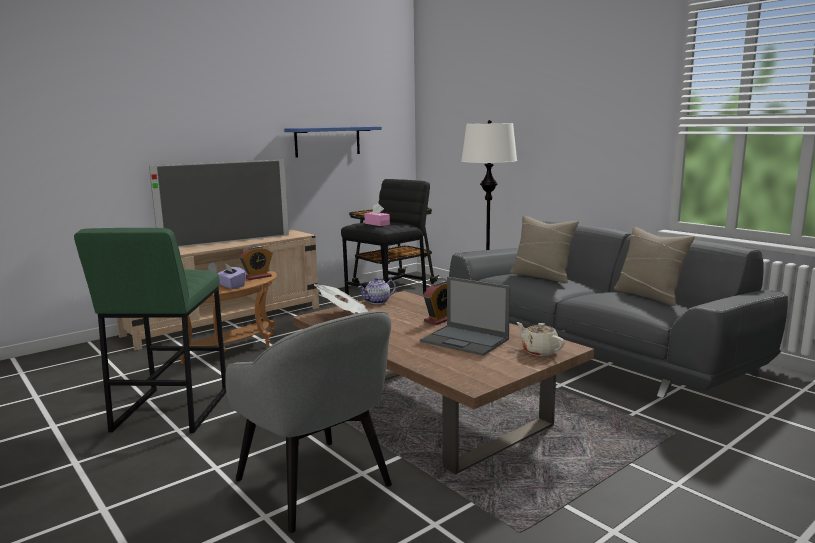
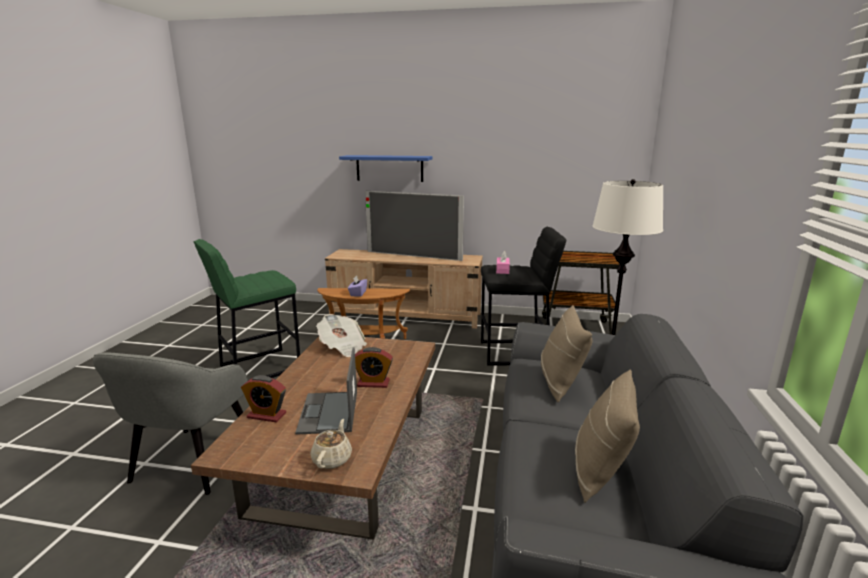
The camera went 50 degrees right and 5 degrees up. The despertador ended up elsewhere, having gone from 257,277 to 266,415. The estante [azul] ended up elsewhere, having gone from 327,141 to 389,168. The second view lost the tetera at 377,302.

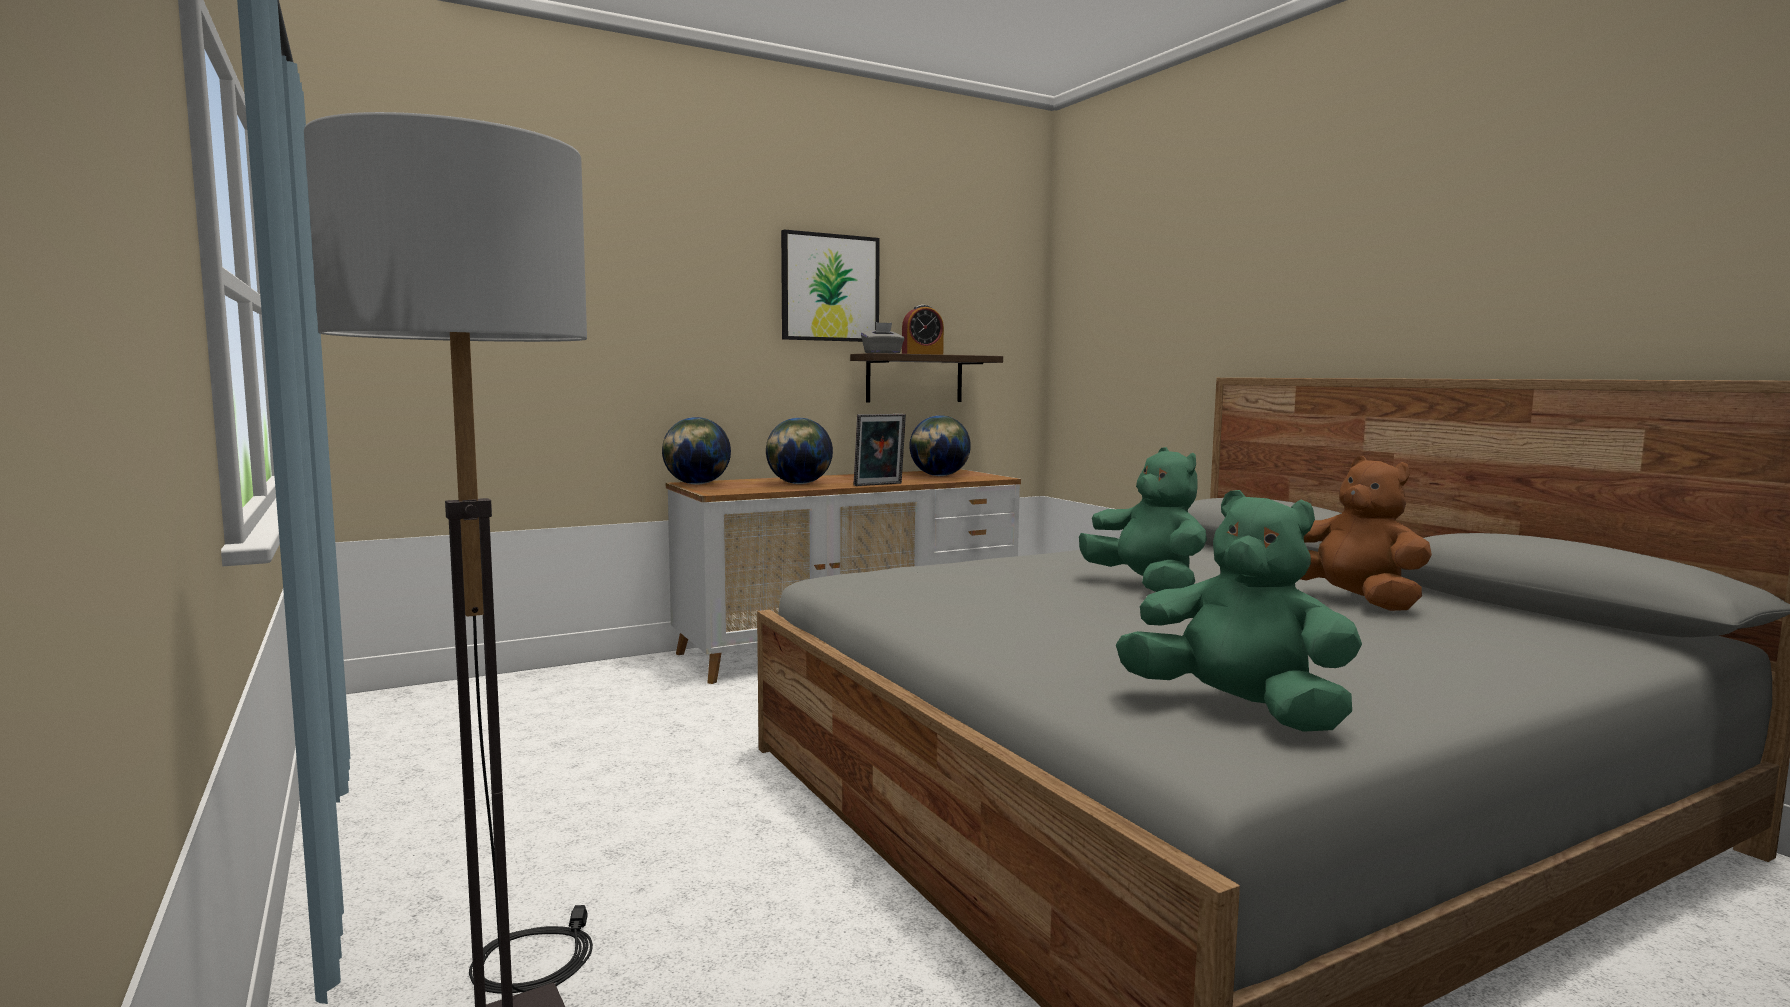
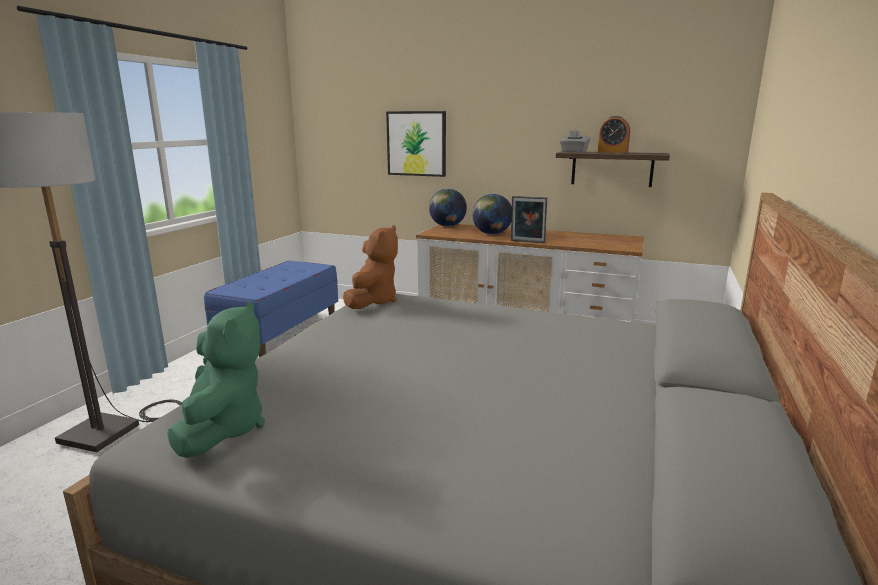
The camera went 50 degrees right and 10 degrees up. The cuadro ended up elsewhere, having gone from 830,288 to 416,143. The second view lost the globo terráqueo at 939,476. The second view lost the peluche [verde] at 1146,586. The peluche [marrón] ended up elsewhere, having gone from 1352,601 to 372,301. The second view gained the banco [azul] at 280,334.

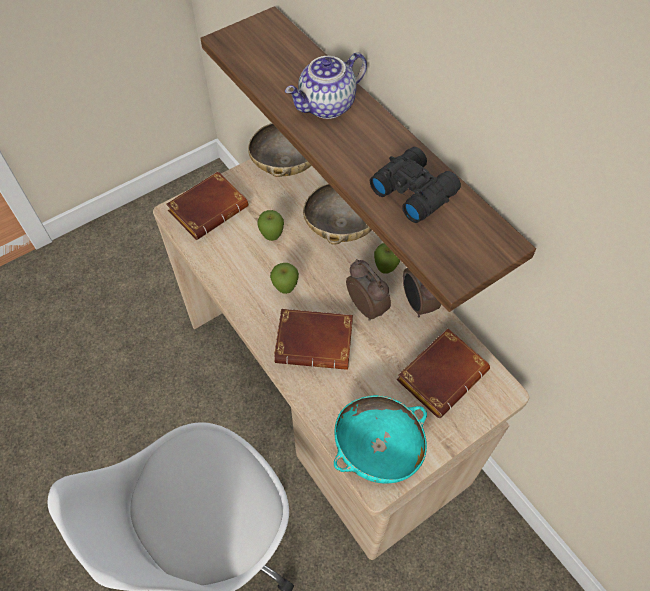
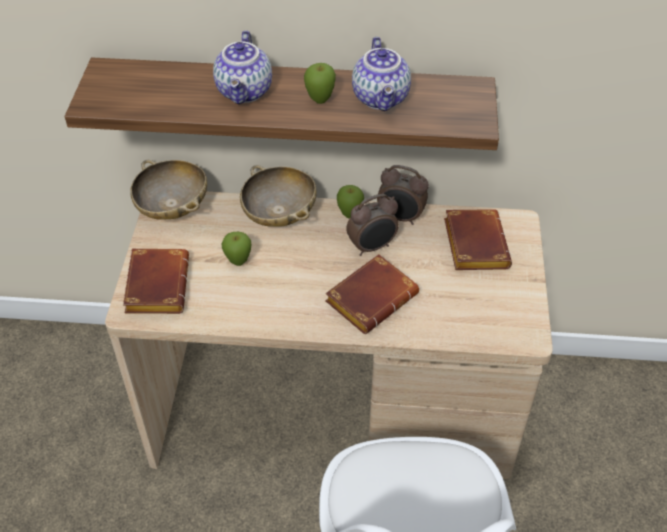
The camera went 50 degrees left and 10 degrees down. The manzana ended up elsewhere, having gone from 285,289 to 320,100. The second view lost the cuenco [turquesa] at 378,449. The despertador at 367,307 ended up facing another way, 150 degrees clockwise from before. Where the prismáticos [negro] stood at 413,190, the tetera came to stand at 382,98.

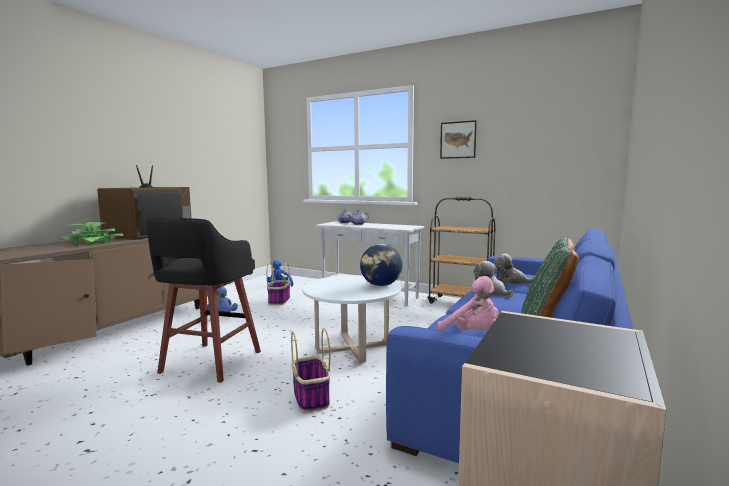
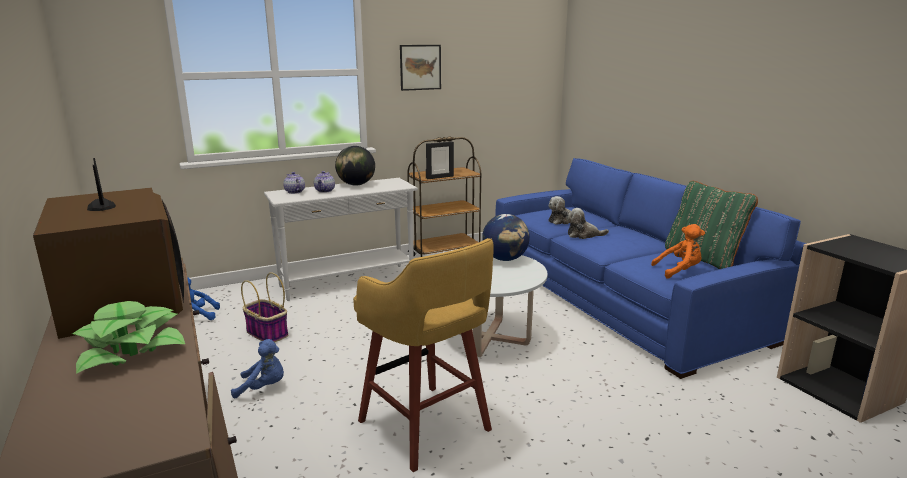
The camera went 55 degrees left and 10 degrees up. What was the taburete [negro] at 209,363 turned into the taburete [amarillo] at 426,428. The second view lost the cesta at 311,397. What was the peluche [rosa] at 473,334 turned into the peluche [naranja] at 679,271. The second view gained the globo terráqueo at 356,184. The second view gained the portarretratos at 439,177.

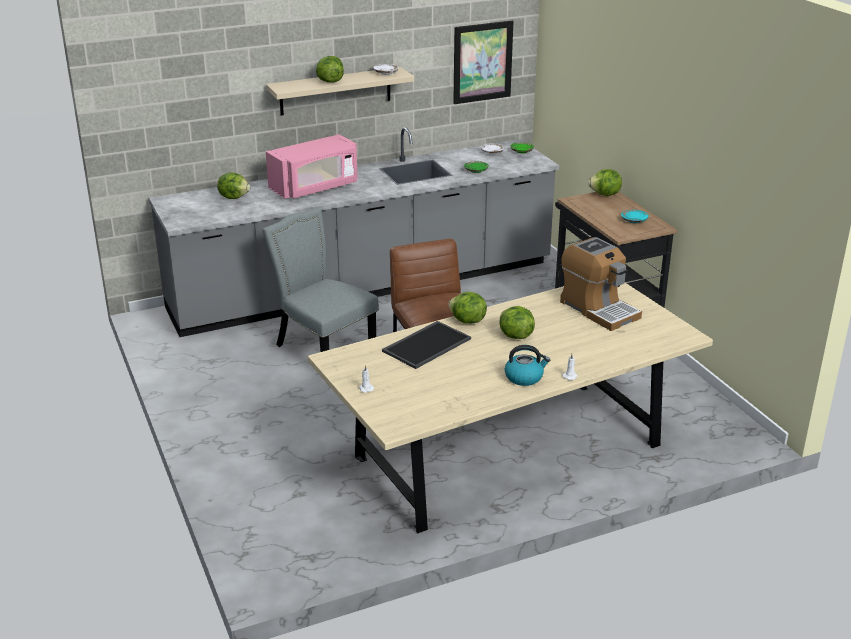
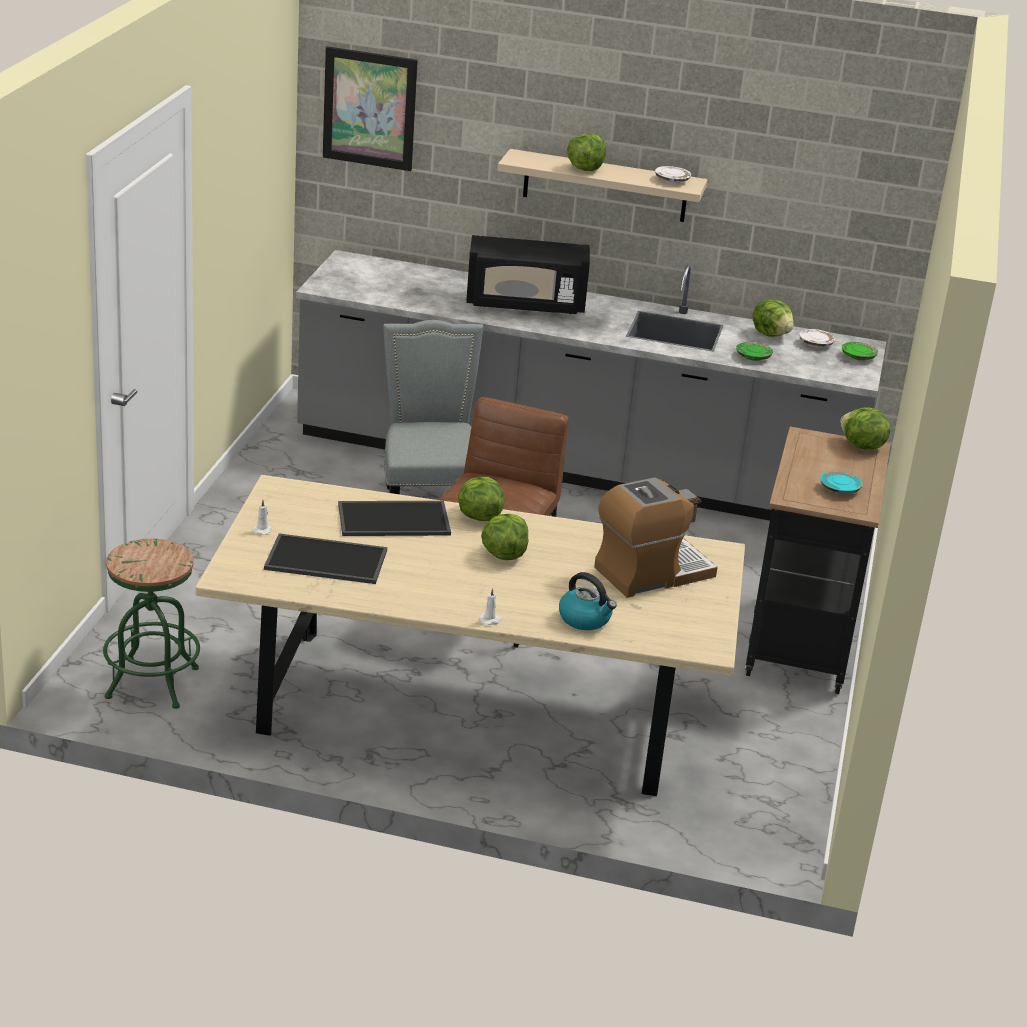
The camera went 35 degrees right and 0 degrees up. The lechuga ended up elsewhere, having gone from 234,197 to 771,334. What was the microondas [rosa] at 315,188 turned into the microondas [negro] at 525,305. The cuadro ended up elsewhere, having gone from 482,62 to 369,108. The hervidor ended up elsewhere, having gone from 524,377 to 585,619. The cafetera at 598,309 ended up facing another way, 120 degrees counterclockwise from before. The second view gained the taburete [verde] at 152,683. The second view gained the bandeja at 324,560.

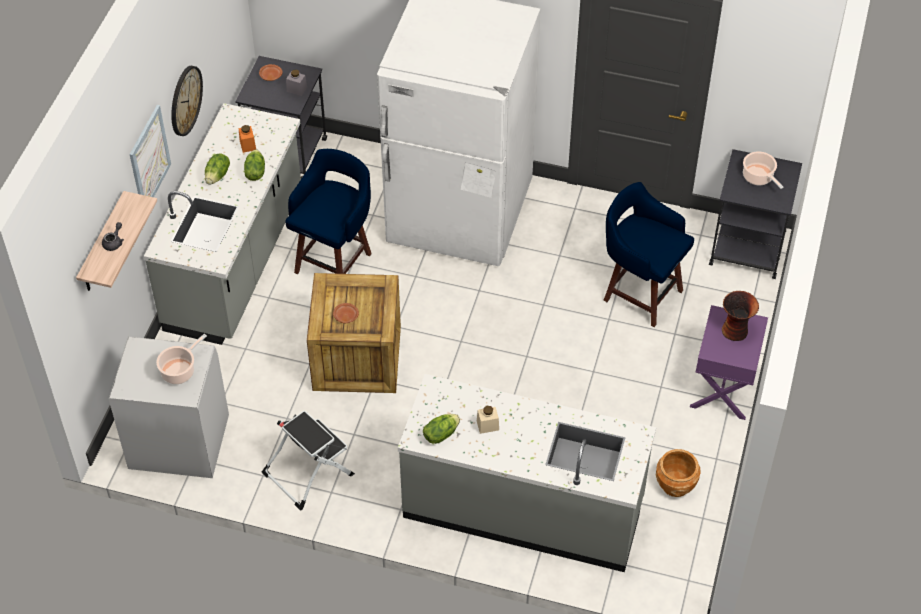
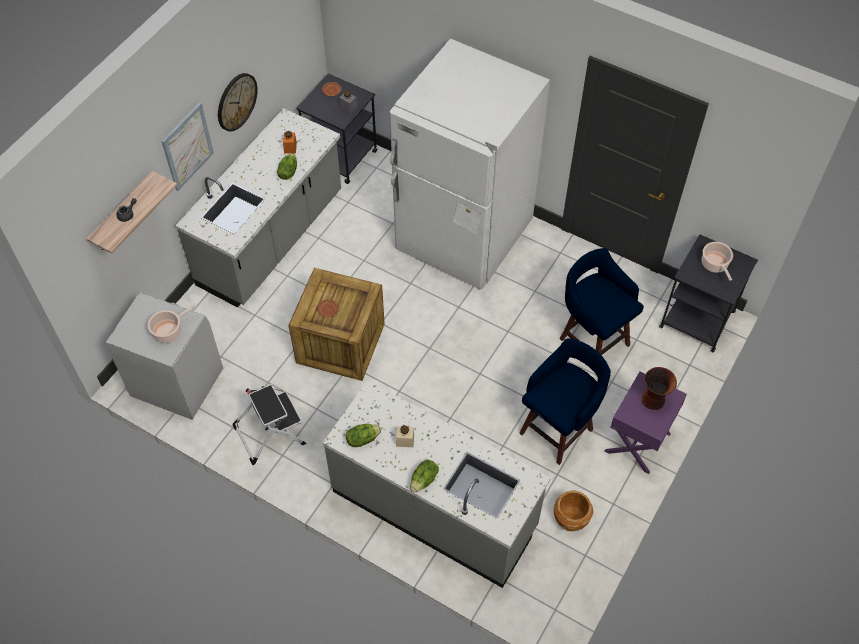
The camera went 15 degrees right and 5 degrees up. The lechuga ended up elsewhere, having gone from 218,176 to 424,480. The taburete [azul] ended up elsewhere, having gone from 335,261 to 558,429.

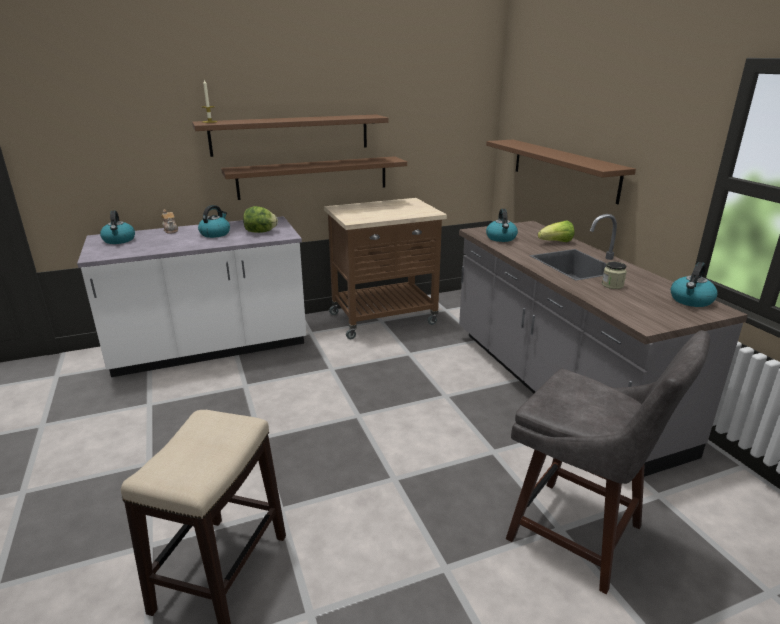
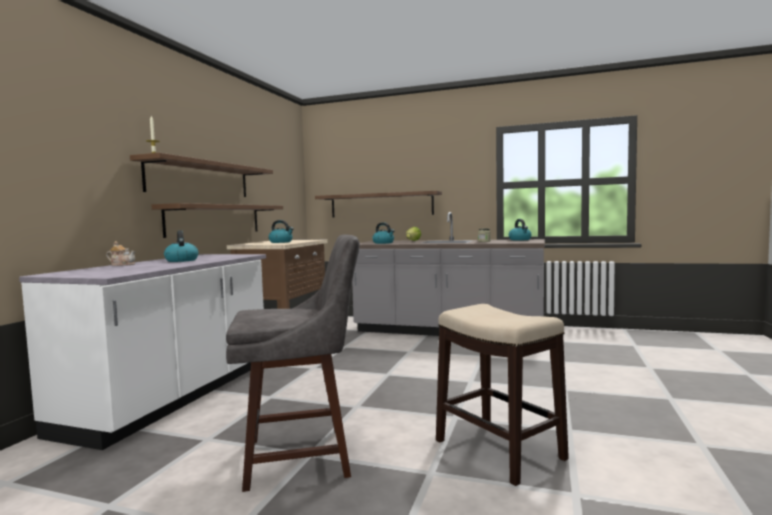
The camera went 50 degrees left and 20 degrees down. The hervidor ended up elsewhere, having gone from 119,240 to 281,242. The second view lost the lechuga at 260,232. The taburete [gris] ended up elsewhere, having gone from 580,535 to 303,456.

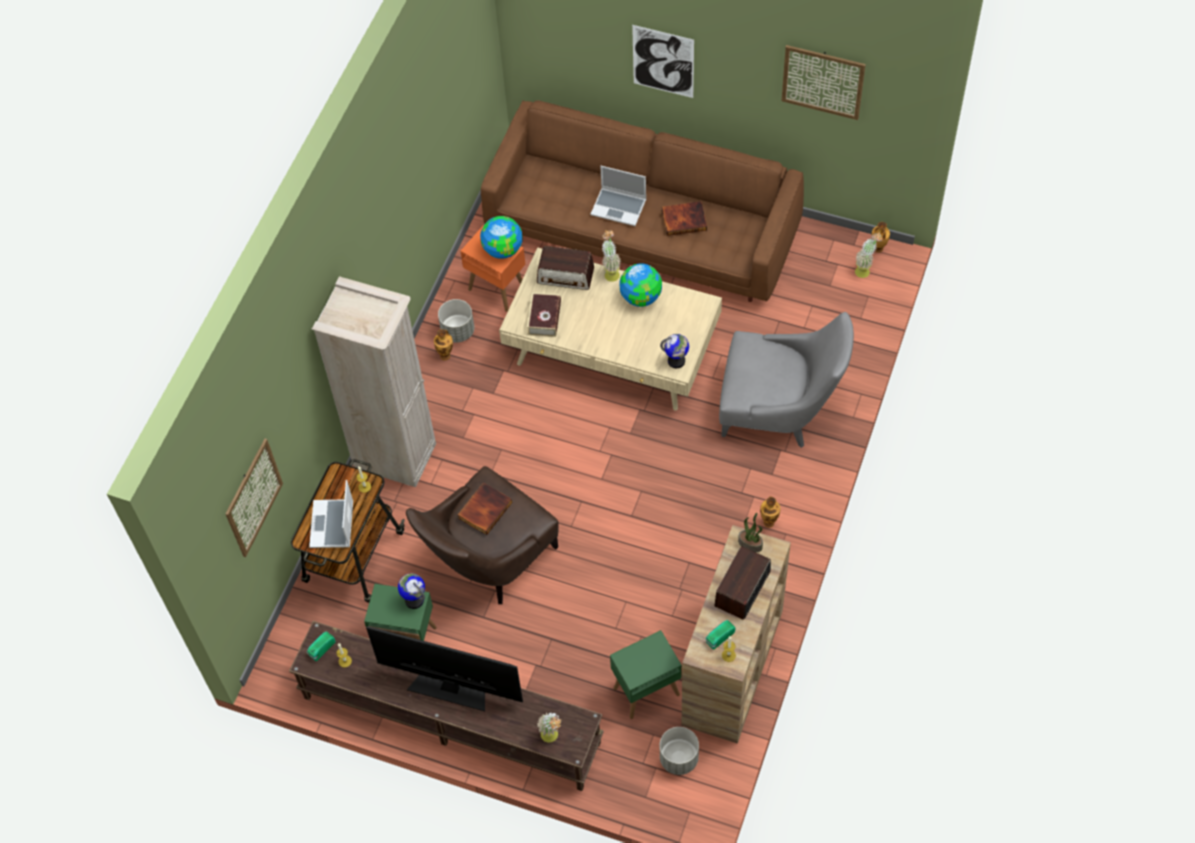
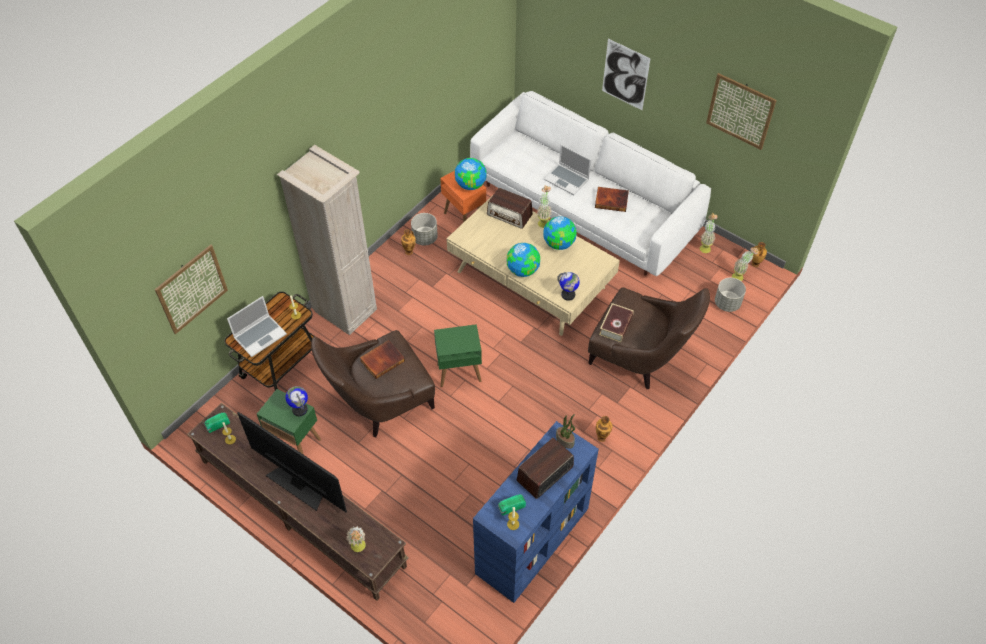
The camera went 15 degrees right and 5 degrees down. The portátil at 333,525 ended up facing another way, 150 degrees counterclockwise from before. What was the sofá [marrón] at 642,230 turned into the sofá [blanco] at 584,206. The libro ended up elsewhere, having gone from 544,318 to 616,326. The mesa auxiliar [verde] ended up elsewhere, having gone from 645,692 to 458,373. The maceta [gris] ended up elsewhere, having gone from 679,759 to 727,303. What was the estantería [marrón] at 734,667 turned into the estantería [azul] at 533,541. What was the sillón [gris] at 780,406 turned into the sillón [marrón] at 641,355. The second view gained the globo terráqueo at 523,270. The second view gained the planta en maceta at 705,246.

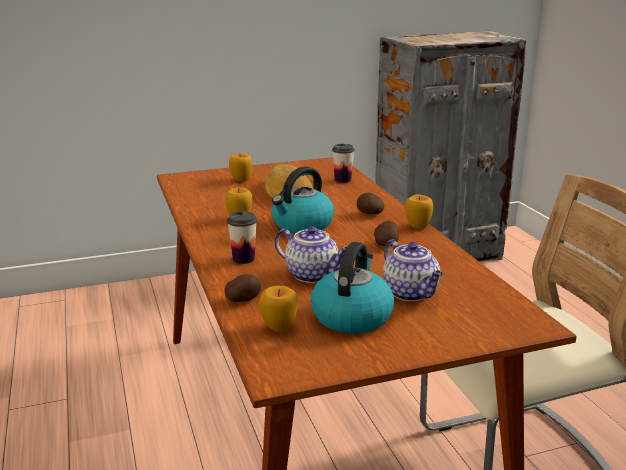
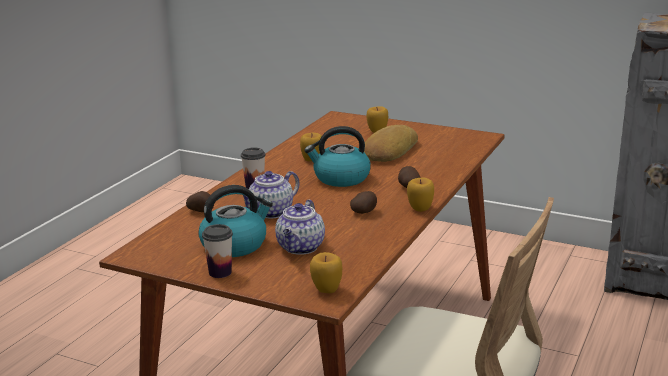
The camera went 45 degrees right and 0 degrees up. The manzana ended up elsewhere, having gone from 279,328 to 326,289. The tetera at 313,275 ended up facing another way, 60 degrees clockwise from before. The taza ended up elsewhere, having gone from 342,180 to 220,272.

